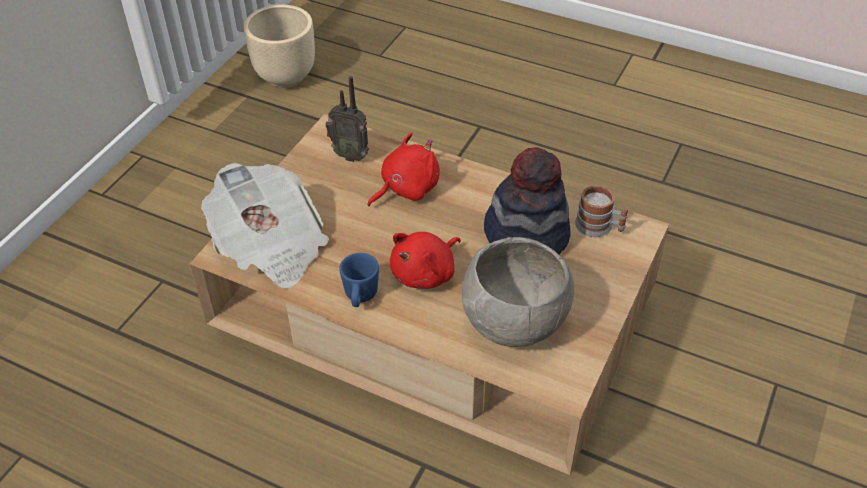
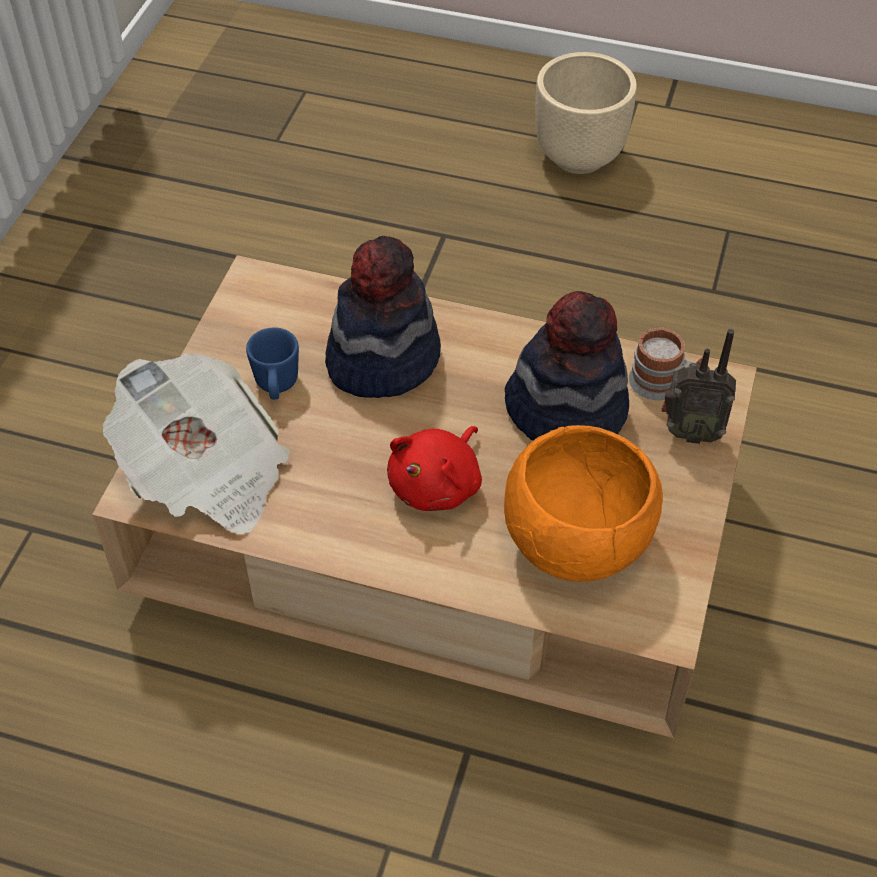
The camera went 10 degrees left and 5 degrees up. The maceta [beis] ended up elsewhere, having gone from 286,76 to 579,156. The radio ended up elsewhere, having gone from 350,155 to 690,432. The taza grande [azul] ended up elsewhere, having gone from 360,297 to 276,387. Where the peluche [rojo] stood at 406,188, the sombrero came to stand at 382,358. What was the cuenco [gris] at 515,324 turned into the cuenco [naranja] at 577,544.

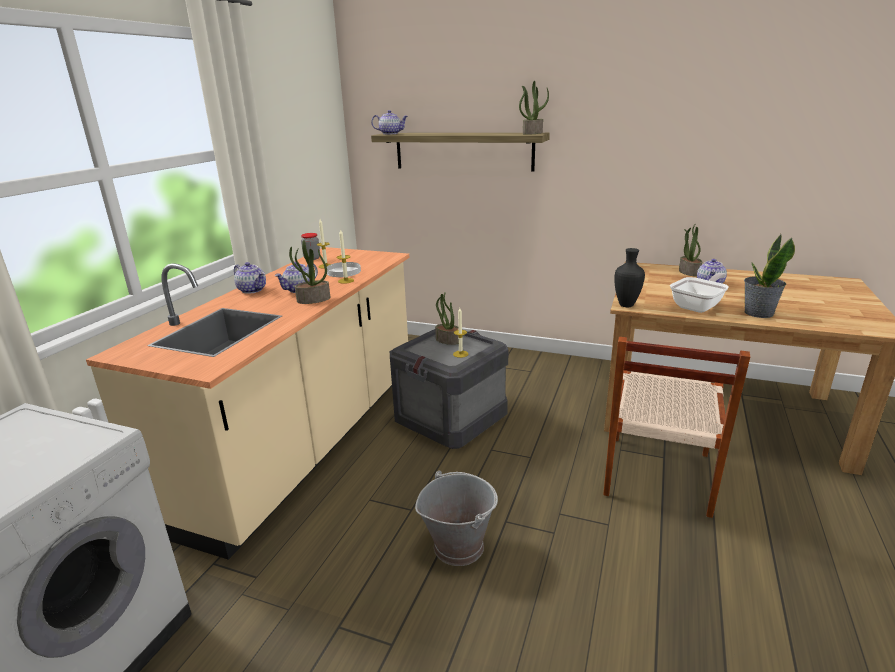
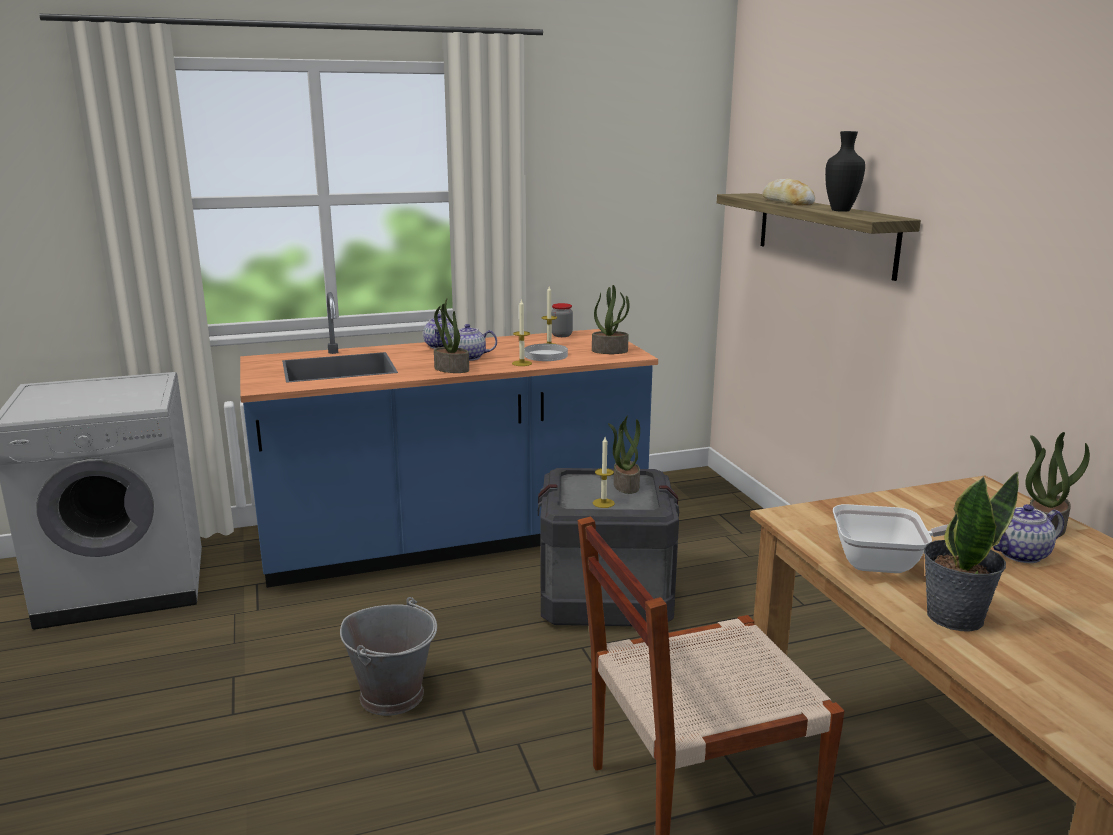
The camera went 50 degrees right and 5 degrees down. What was the mueble bajo de cocina [beis] at 306,442 turned into the mueble bajo de cocina [azul] at 455,541. The second view lost the tetera at 391,133. The planta en maceta ended up elsewhere, having gone from 532,133 to 610,351. The florero [negro] ended up elsewhere, having gone from 626,305 to 841,210. The second view gained the pan at 787,202.

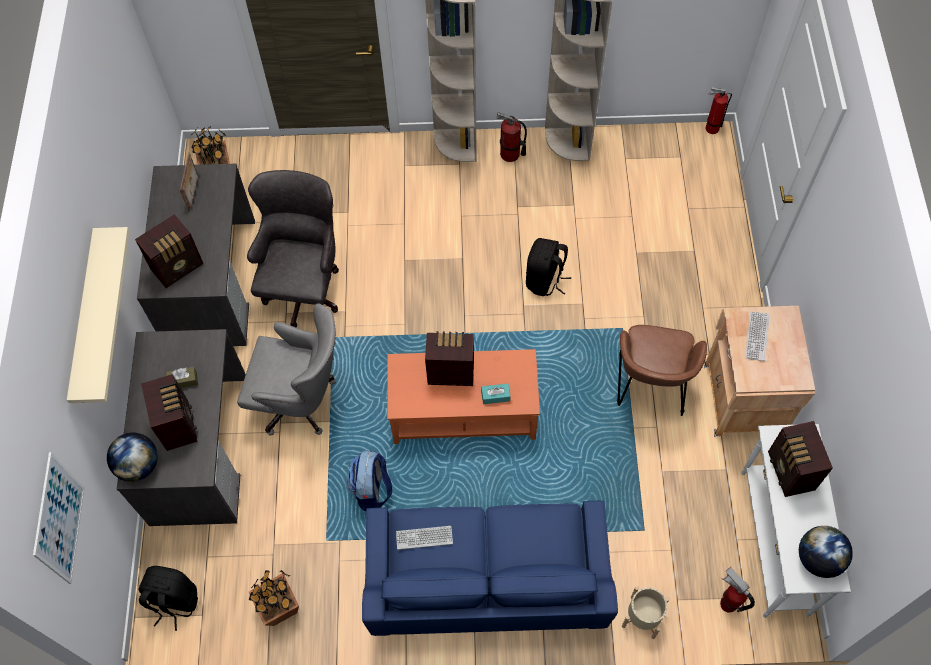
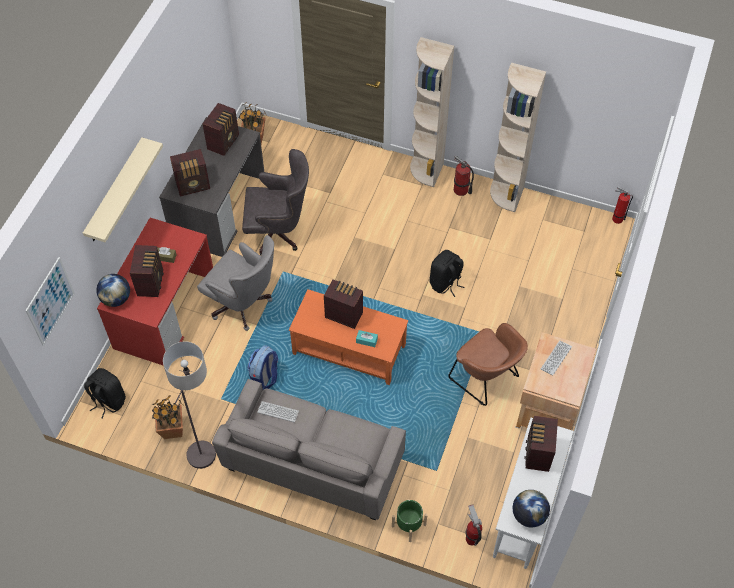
The camera went 20 degrees right and 5 degrees down. What was the escritorio [gris] at 199,449 turned into the escritorio [rojo] at 164,312. Where the portarretratos stood at 194,192, the radio came to stand at 224,142. The silla de oficina [gris] at 304,288 ended up facing another way, 60 degrees clockwise from before. What was the sofá [azul] at 487,584 turned into the sofá [gris] at 313,465. The sillón [marrón] at 650,387 ended up facing another way, 75 degrees counterclockwise from before. What was the maceta [beis] at 643,617 turned into the maceta [verde] at 409,525. The second view gained the lámpara de pie [gris] at 205,447.

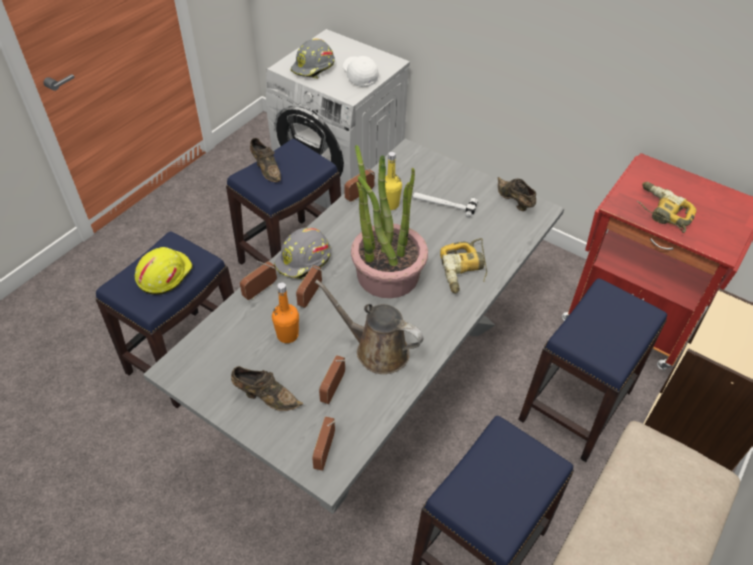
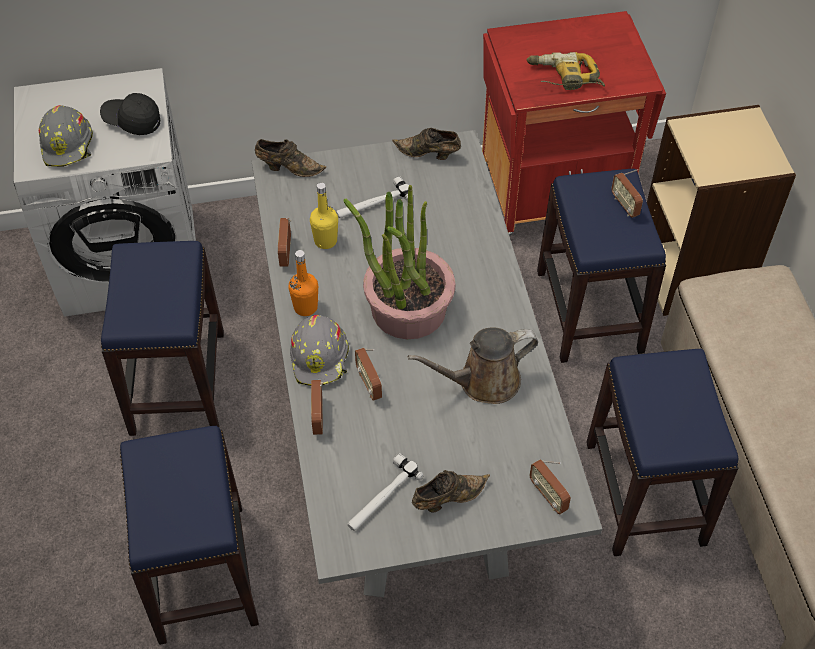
The camera went 45 degrees left and 5 degrees up. The second view lost the casco [amarillo] at 164,274. The zapato [marrón] ended up elsewhere, having gone from 266,169 to 288,168. The botella [naranja] ended up elsewhere, having gone from 287,335 to 305,307. The radio ended up elsewhere, having gone from 333,389 to 625,205. What was the gorra [blanco] at 360,76 turned into the gorra [negro] at 132,121. The second view lost the taladro at 464,270. The second view gained the martillo at 381,497.

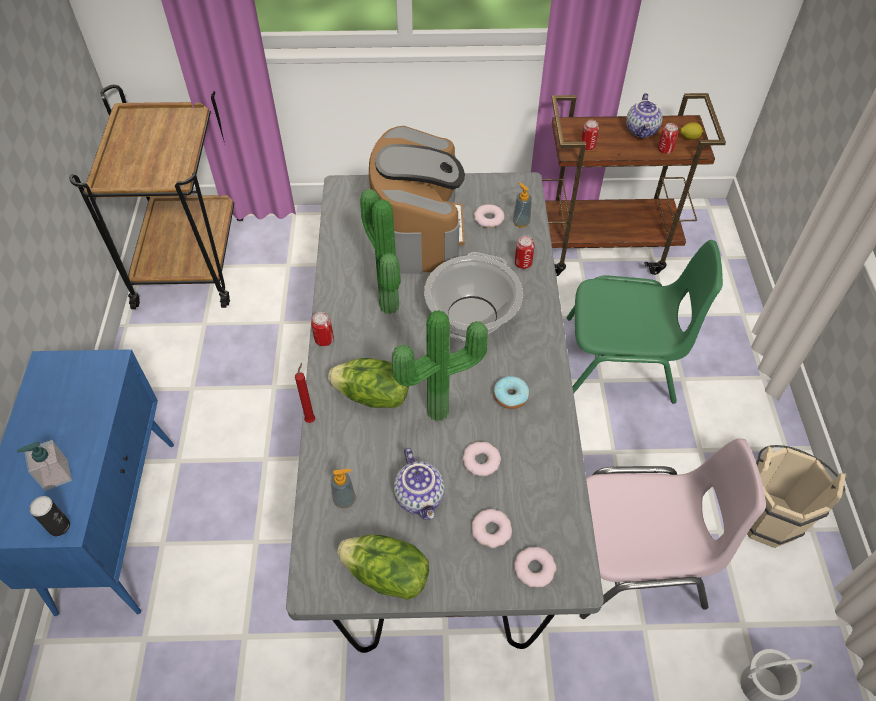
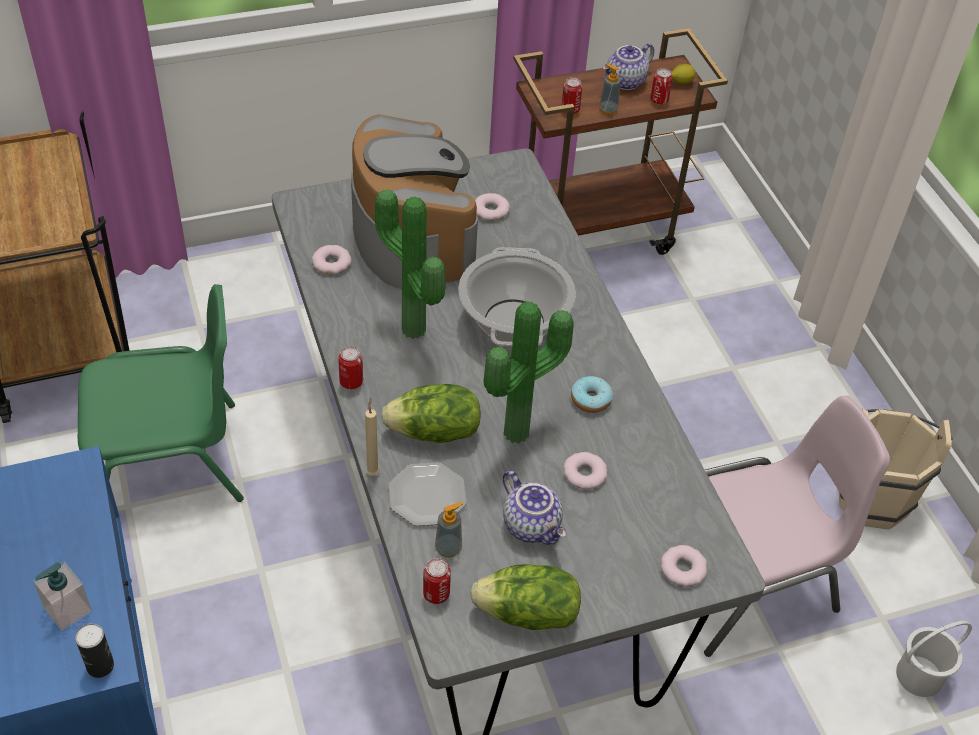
The camera went 20 degrees left and 5 degrees down. What was the vela [rojo] at 311,419 turned into the vela [beis] at 373,471. The rosquilla ended up elsewhere, having gone from 491,530 to 332,263. The dispensador de jabón ended up elsewhere, having gone from 521,222 to 608,109. The lata ended up elsewhere, having gone from 523,263 to 436,594. The silla [verde] ended up elsewhere, having gone from 621,361 to 170,460. The tetera at 642,131 ended up facing another way, 60 degrees clockwise from before. The second view gained the plato at 427,495.

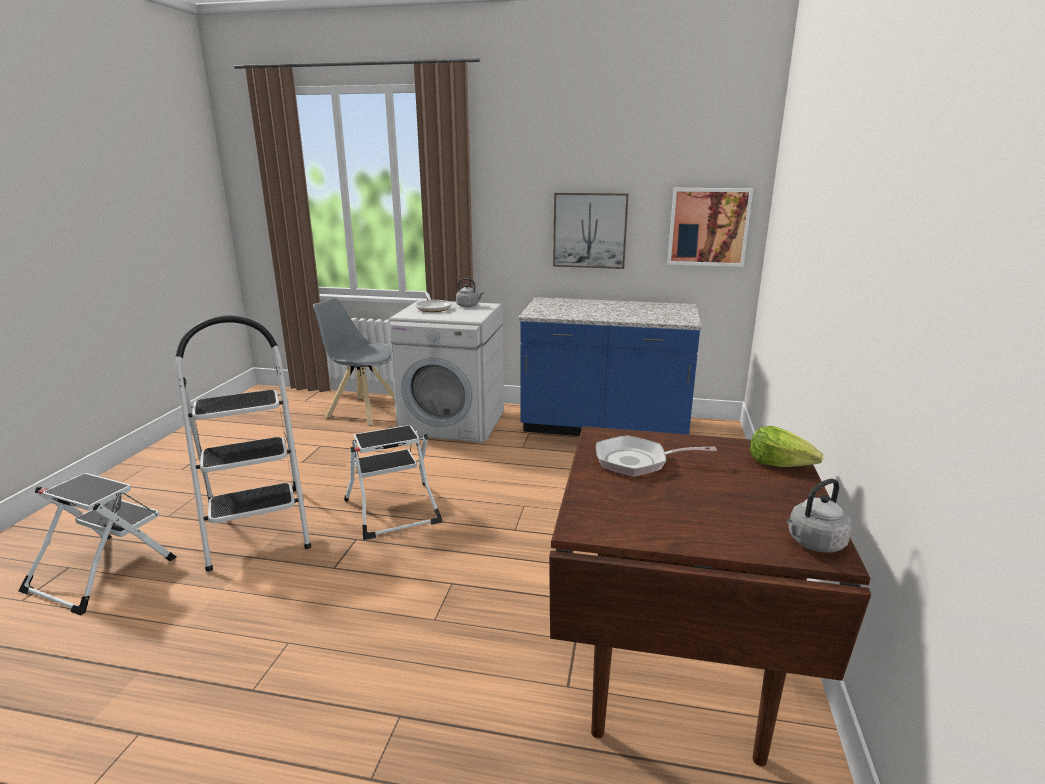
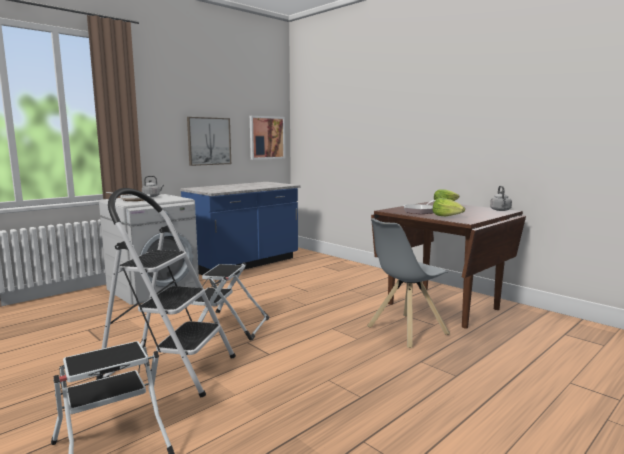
The camera went 55 degrees left and 10 degrees down. The silla [gris] ended up elsewhere, having gone from 363,410 to 405,330. The second view gained the lechuga at 447,216.

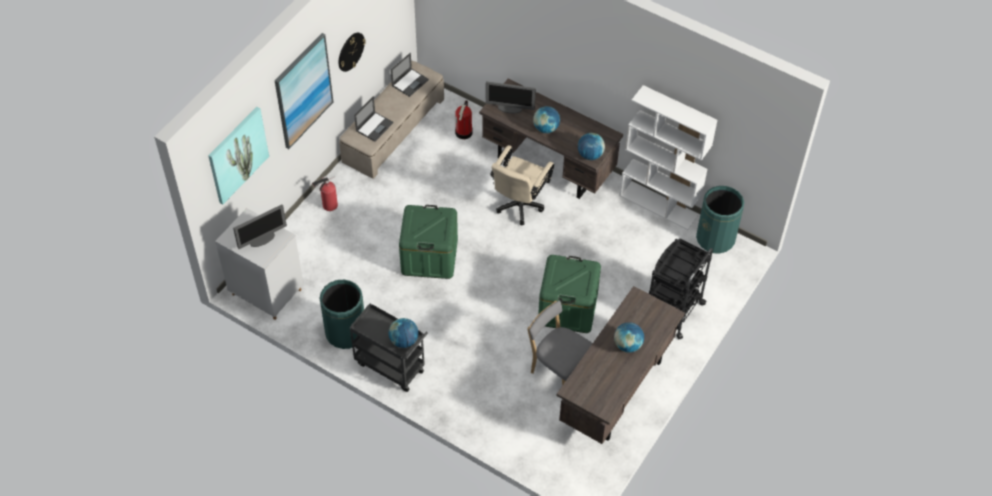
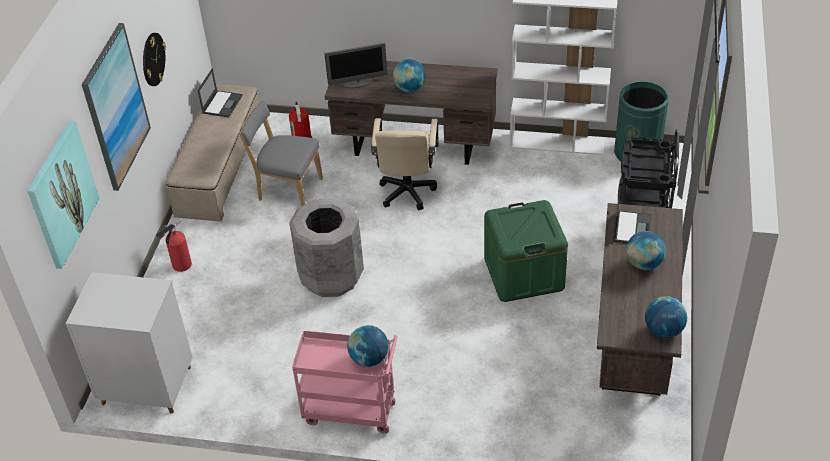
The camera went 20 degrees left and 10 degrees down. The second view lost the monitor at 262,239. The second view lost the papelera [verde] at 345,332. What was the carrito [gris] at 391,368 turned into the carrito [rosa] at 353,414. The portátil ended up elsewhere, having gone from 374,126 to 631,228. Where the caja de almacenaje [verde] stood at 429,256, the papelera [gris] came to stand at 331,277. The silla [gris] ended up elsewhere, having gone from 558,370 to 287,189. The globo terráqueo ended up elsewhere, having gone from 590,155 to 663,330.

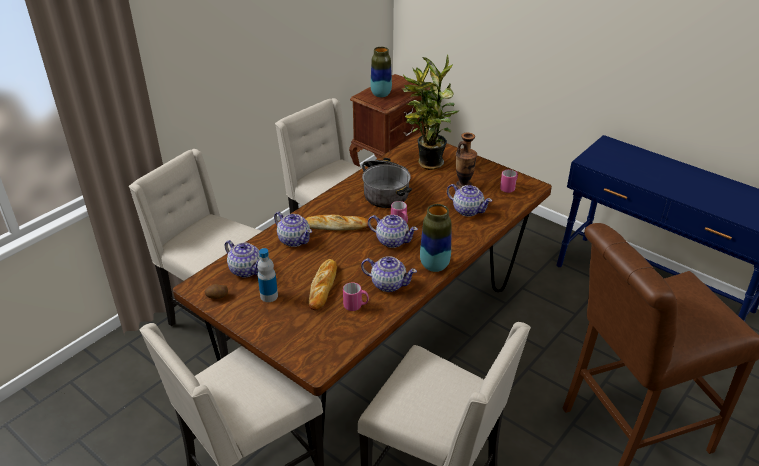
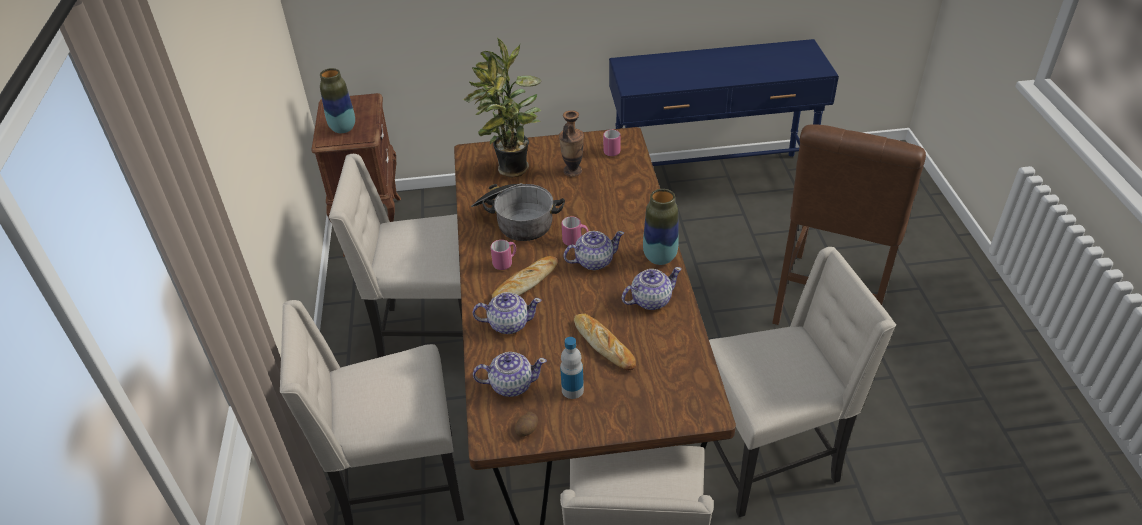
The camera went 45 degrees left and 5 degrees up. The taza grande [rosa] ended up elsewhere, having gone from 356,306 to 505,262. The second view lost the tetera at 467,210.

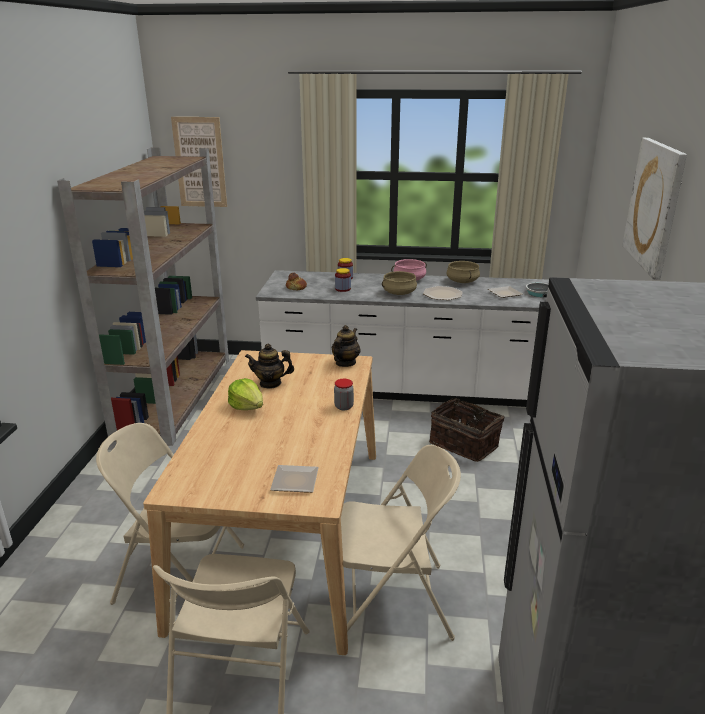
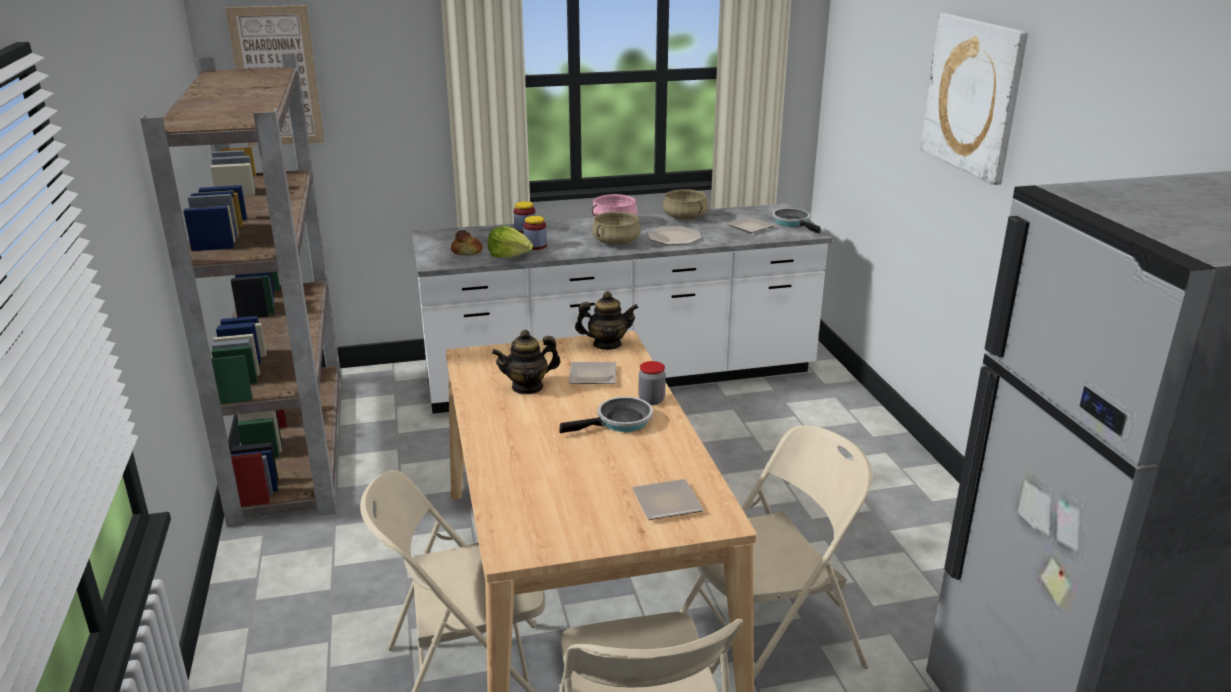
The camera went 20 degrees left and 0 degrees up. The lechuga ended up elsewhere, having gone from 247,406 to 509,255. The tetera at 345,363 ended up facing another way, 75 degrees clockwise from before. The second view lost the cesta at 465,444. The second view gained the sartén at 620,422. The second view gained the plato at 591,375.

